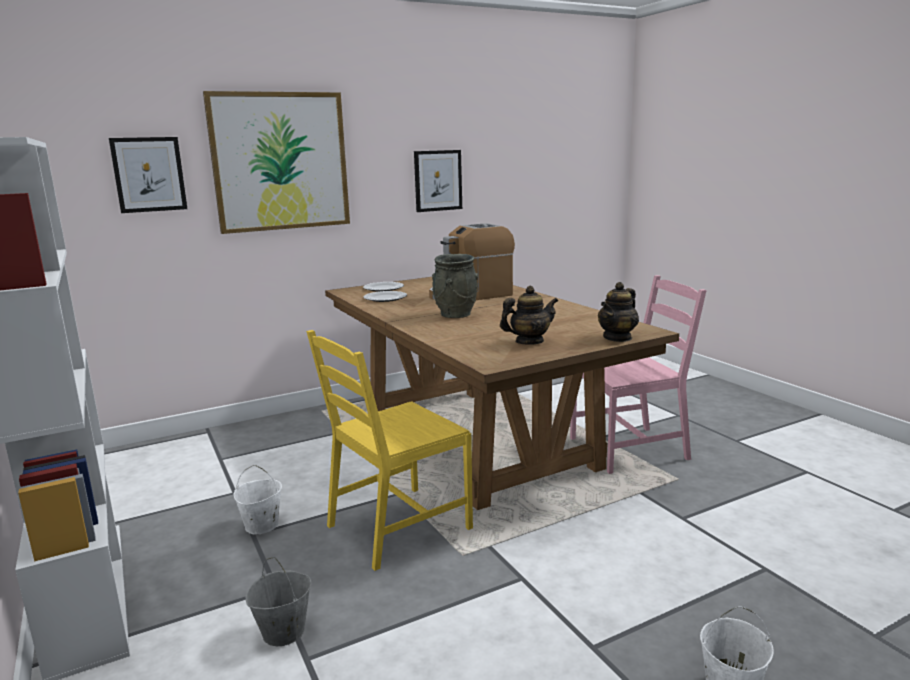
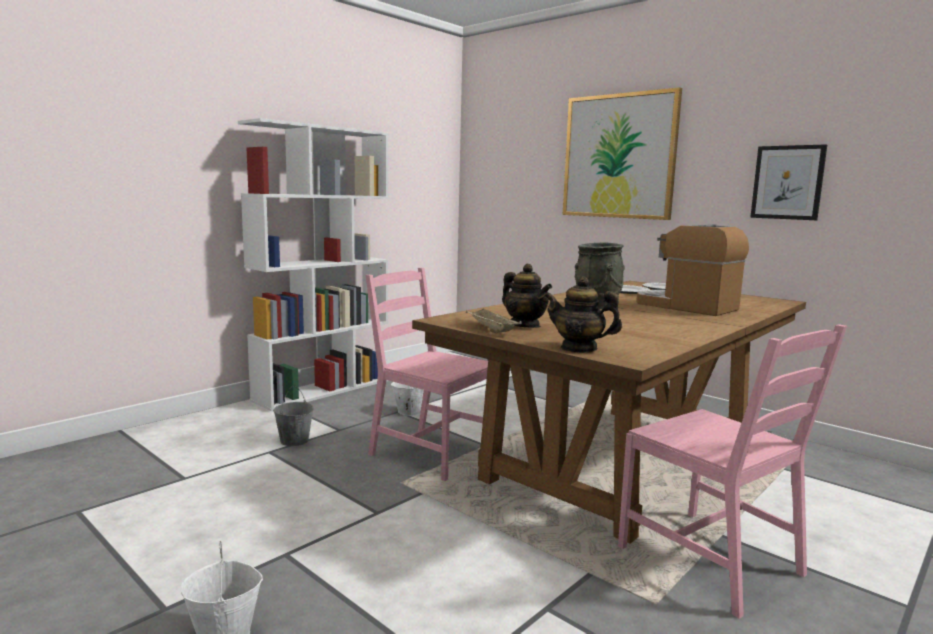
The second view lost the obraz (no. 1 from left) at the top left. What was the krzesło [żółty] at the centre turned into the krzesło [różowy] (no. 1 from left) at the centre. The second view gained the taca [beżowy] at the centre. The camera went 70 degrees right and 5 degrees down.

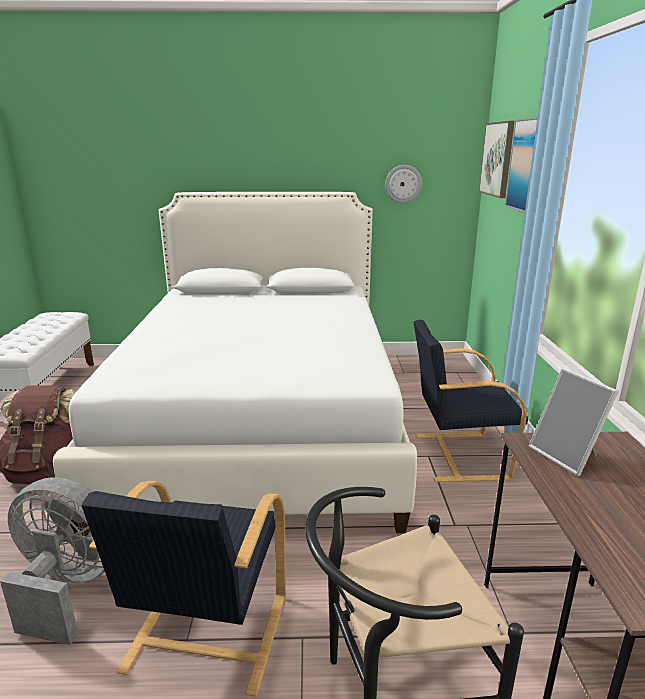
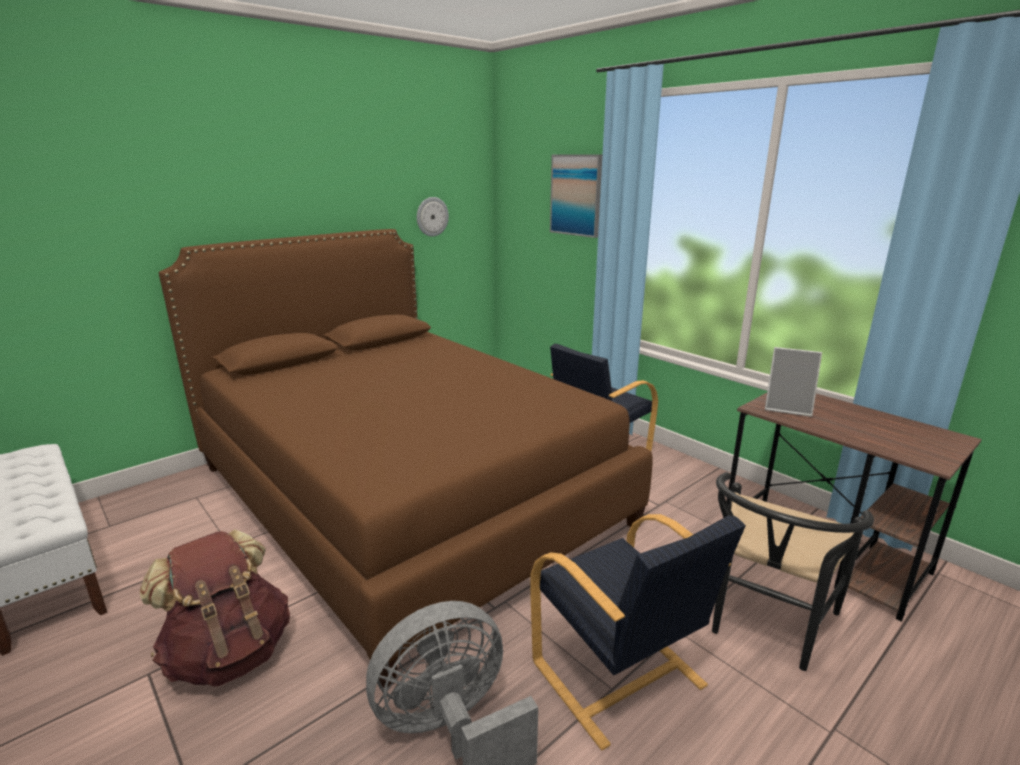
The second view lost the obraz (no. 1 from left) at the top right. What was the łóżko [biały] at the centre turned into the łóżko [brązowy] at the centre. The camera went 40 degrees left and 0 degrees up.

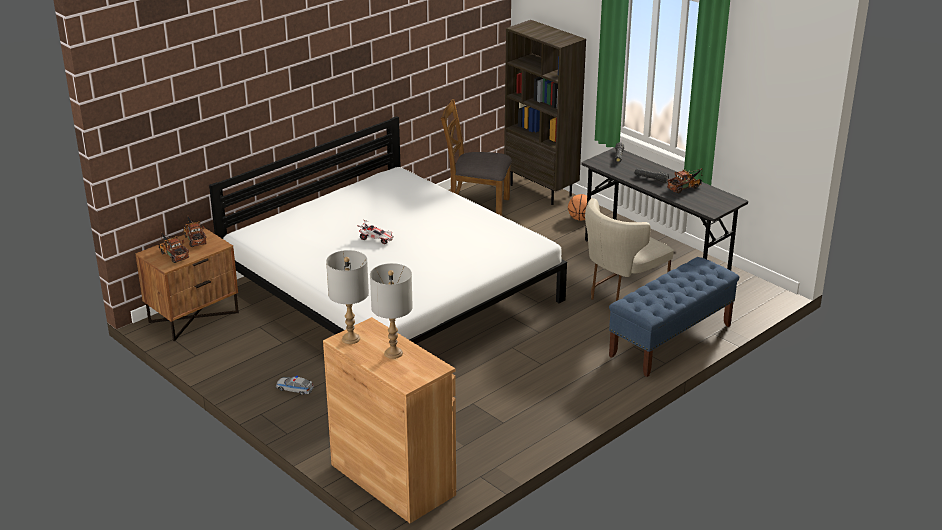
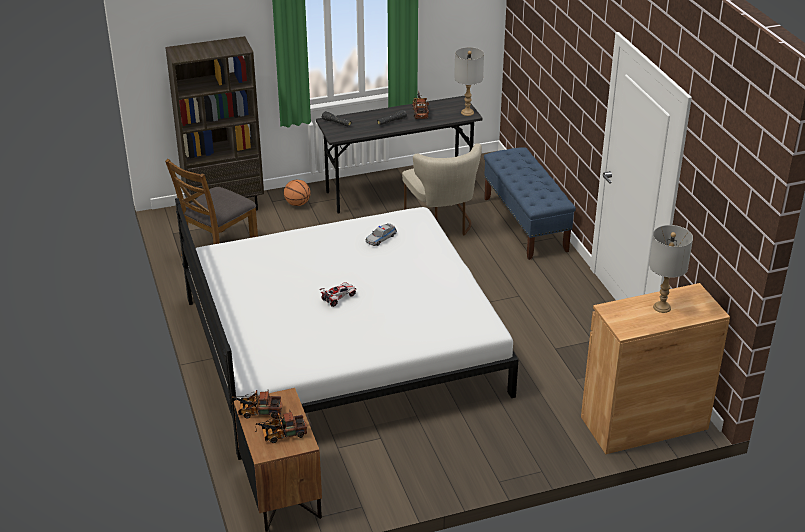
The lampa stołowa [szary] (no. 1 from left) ended up elsewhere, having gone from the centre to the top centre. The samochodzik (no. 1 from left in the first image) ended up elsewhere, having gone from the bottom left to the centre. The camera went 65 degrees left and 5 degrees up.

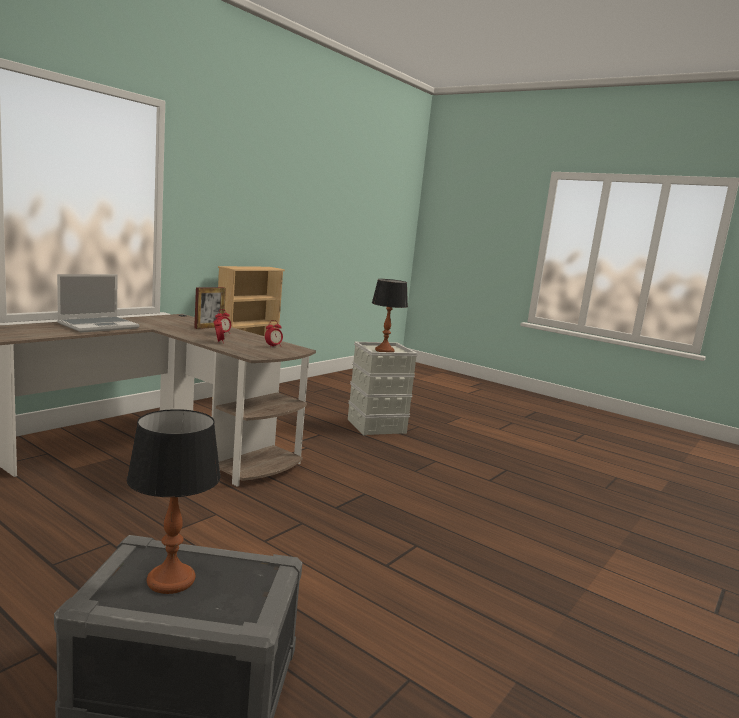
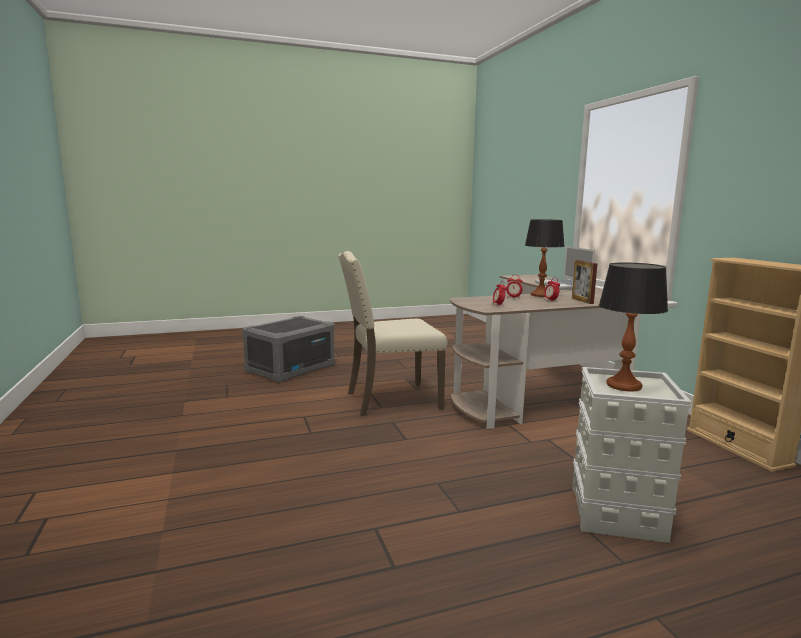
The lampa stołowa (no. 1 from left) ended up elsewhere, having gone from the bottom left to the middle right. The second view gained the krzesło [beżowy] at the centre. The camera went 125 degrees right and 0 degrees up.

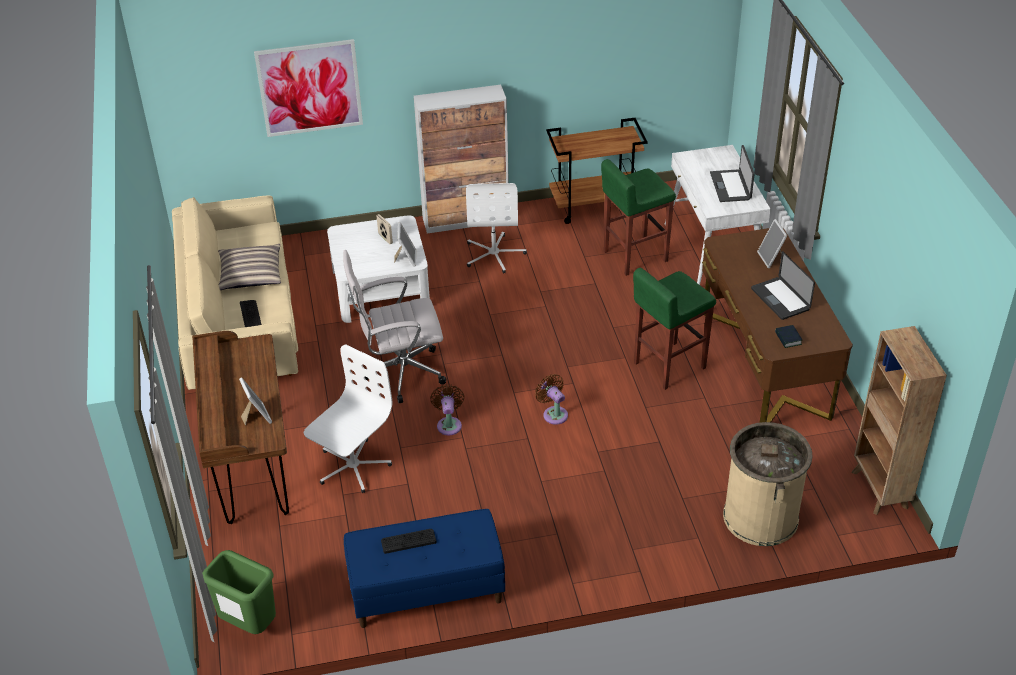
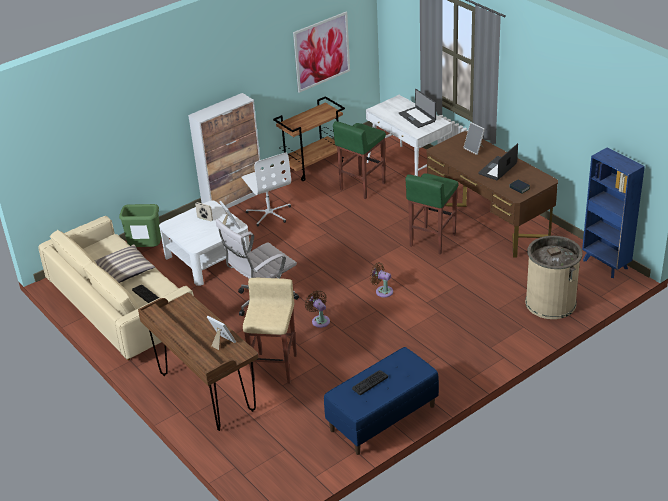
The obraz ended up elsewhere, having gone from the top left to the top centre. The laptop (no. 2 from left) at the middle right ended up facing another way, 90 degrees clockwise from before. What was the regał [brązowy] at the middle right turned into the regał [niebieski] at the middle right. Where the krzesło biurowe [biały] (no. 1 from left) stood at the centre, the stołek [beżowy] came to stand at the centre. The kosz na śmieci [zielony] ended up elsewhere, having gone from the bottom left to the middle left. The camera went 25 degrees left and 5 degrees down.

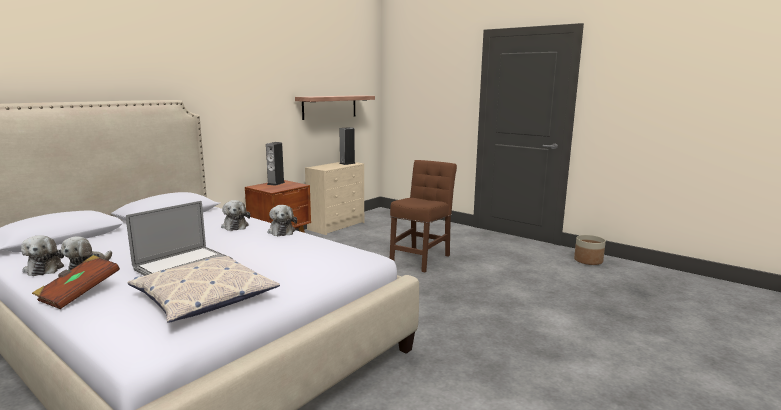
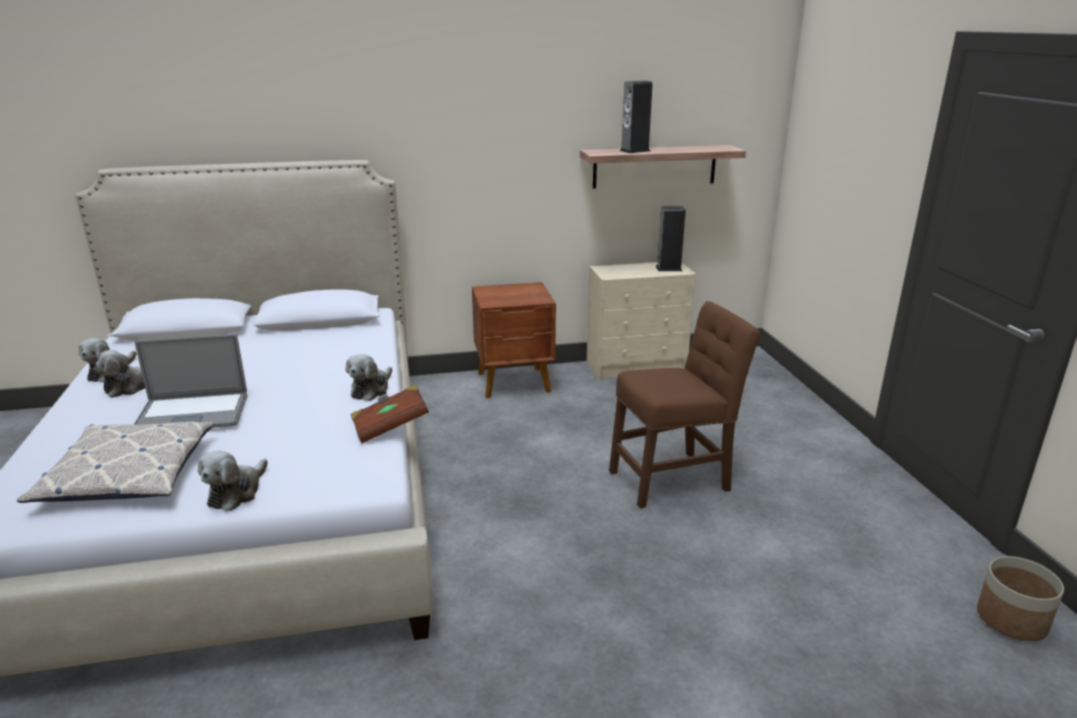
The głośnik (no. 1 from left) ended up elsewhere, having gone from the centre to the top centre. The pluszak (no. 3 from left) ended up elsewhere, having gone from the middle left to the bottom left. The książka [brązowy] ended up elsewhere, having gone from the bottom left to the centre. The camera went 40 degrees right and 10 degrees up.

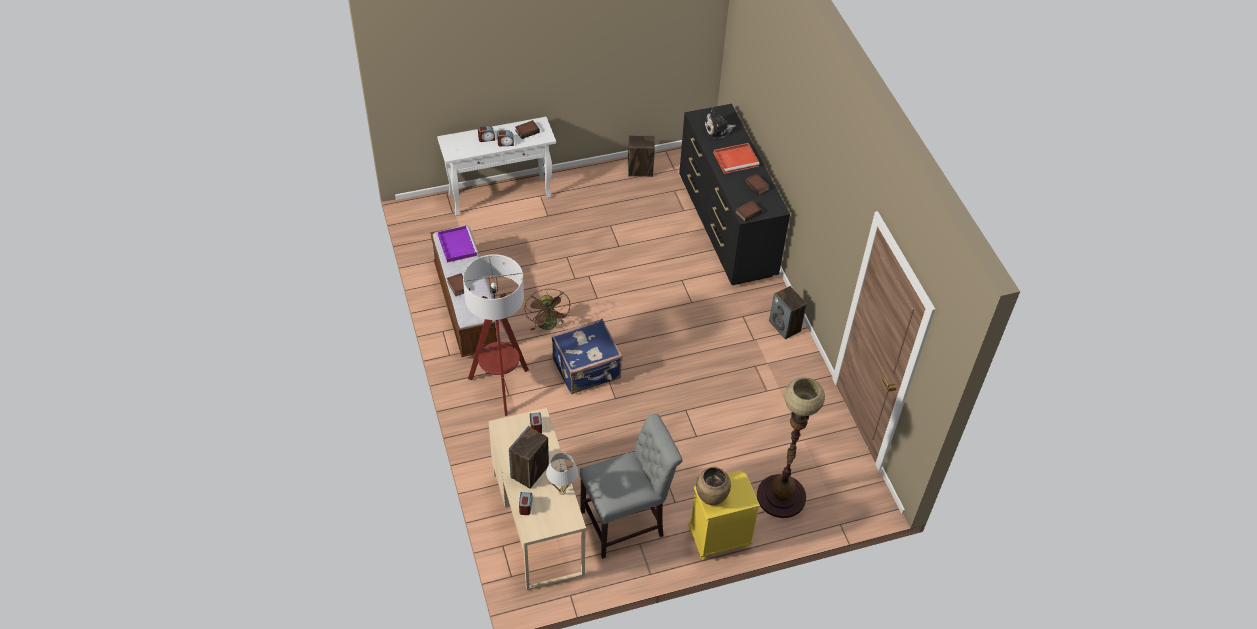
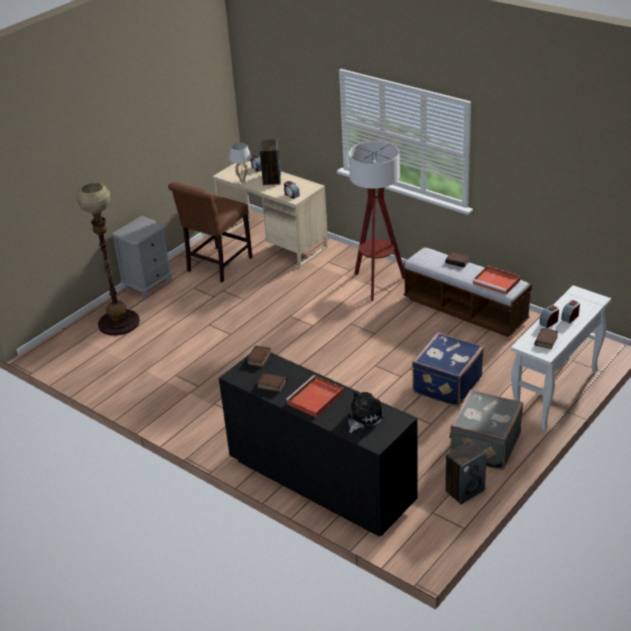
What was the taca [fioletowy] at the centre turned into the taca [czerwony] (no. 2 from left) at the middle right. The second view lost the głośnik (no. 3 from left) at the centre. The second view lost the wentylator [brązowy] at the centre. The walizka [niebieski] ended up elsewhere, having gone from the centre to the middle right. What was the krzesło [szary] at the bottom centre turned into the krzesło [brązowy] at the middle left. The second view lost the wazon [brązowy] at the bottom centre. What was the szafka nocna [żółty] at the bottom centre turned into the szafka nocna [szary] at the middle left. The second view gained the walizka [szary] at the bottom right. The camera went 150 degrees right and 15 degrees down.

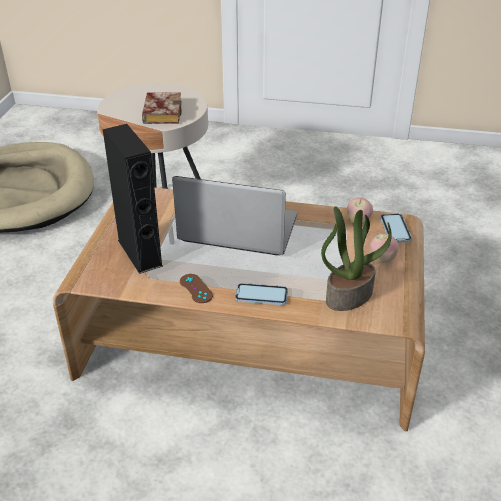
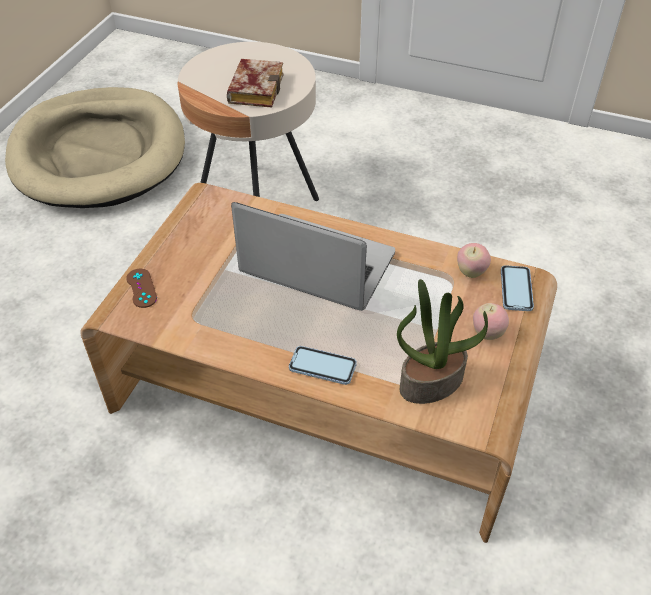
The second view lost the głośnik [czarny] at the middle left. The pad do gier [brązowy] ended up elsewhere, having gone from the centre to the middle left. The camera went 10 degrees right and 10 degrees up.

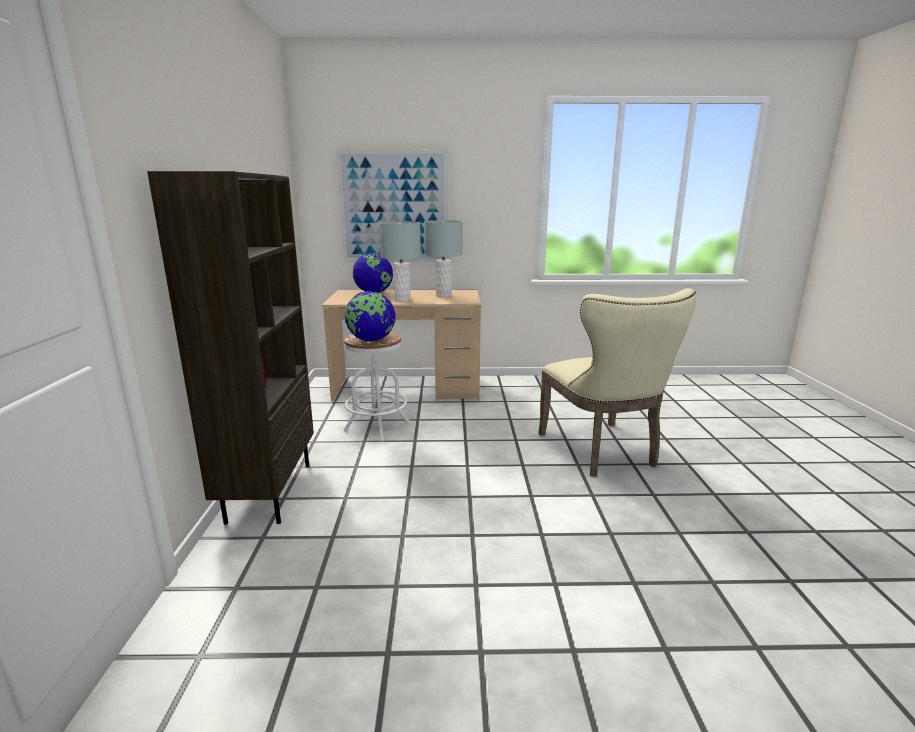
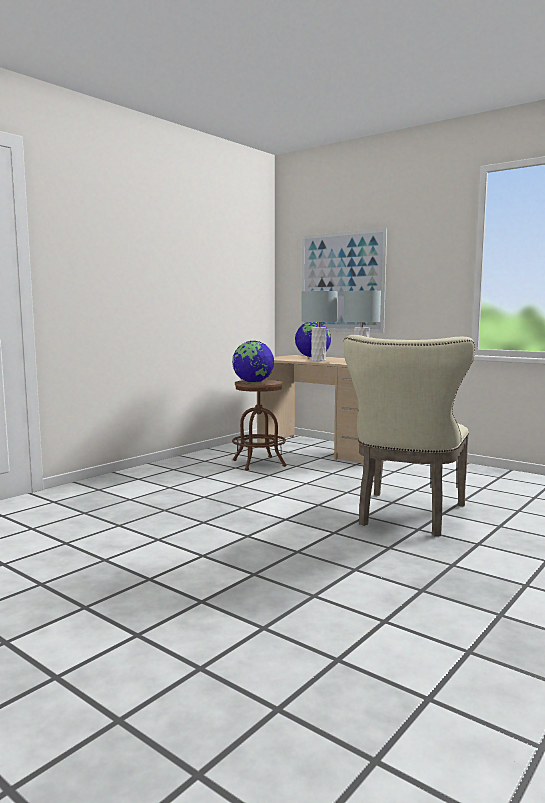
The second view lost the regał [brązowy] at the middle left. What was the stołek [biały] at the centre turned into the stołek [brązowy] at the centre. The camera went 40 degrees right and 10 degrees down.

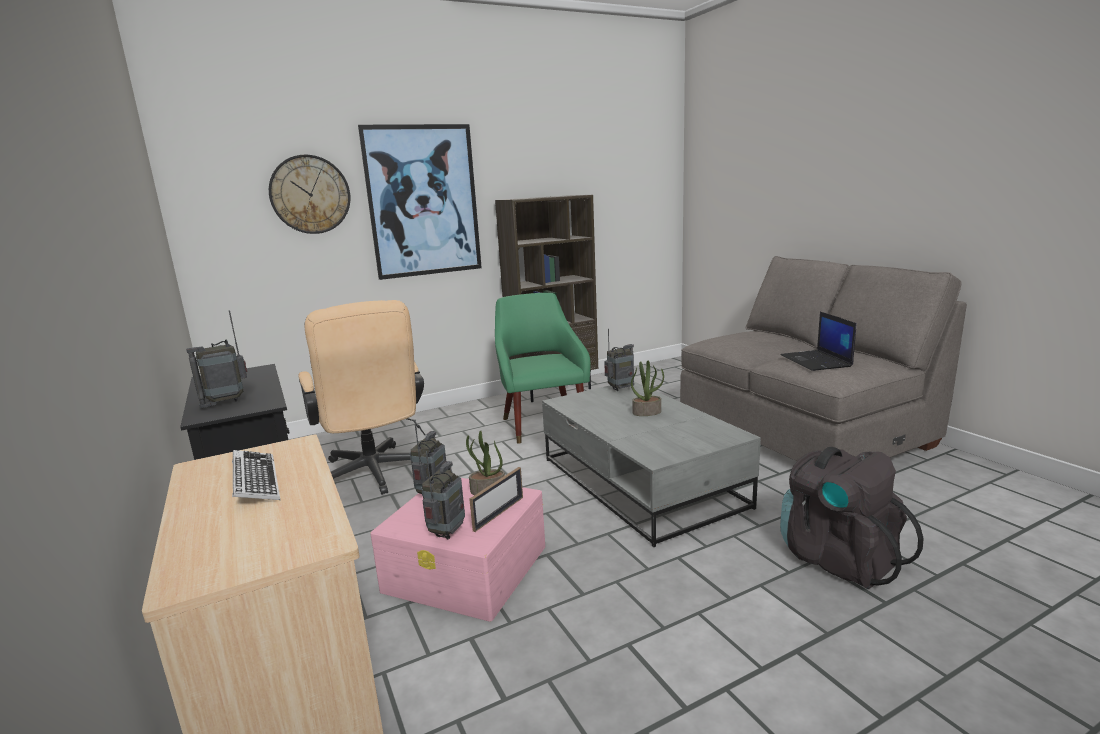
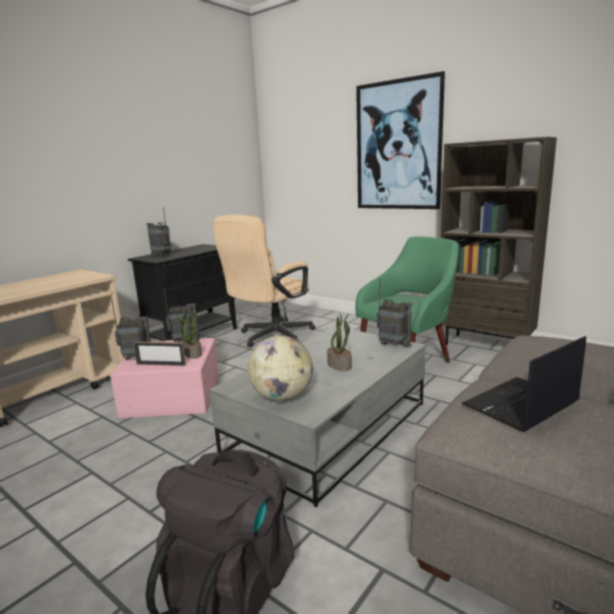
The second view lost the zegar ścienny at the top left. The second view lost the klawiatura at the middle left. The second view gained the globus at the centre. The camera went 65 degrees right and 0 degrees up.

